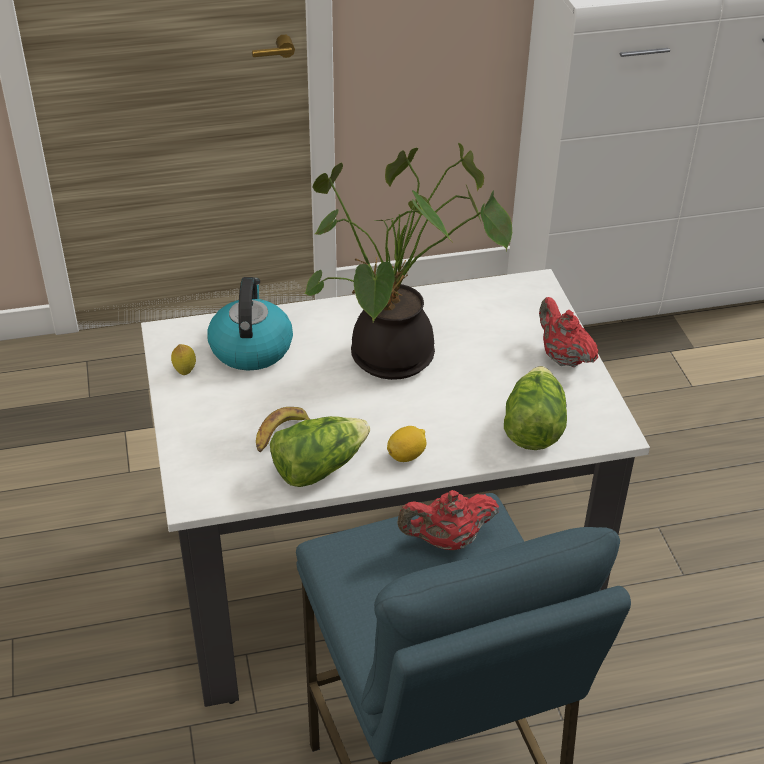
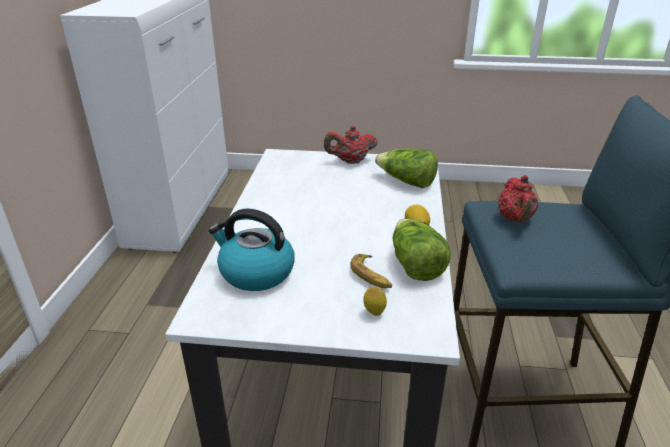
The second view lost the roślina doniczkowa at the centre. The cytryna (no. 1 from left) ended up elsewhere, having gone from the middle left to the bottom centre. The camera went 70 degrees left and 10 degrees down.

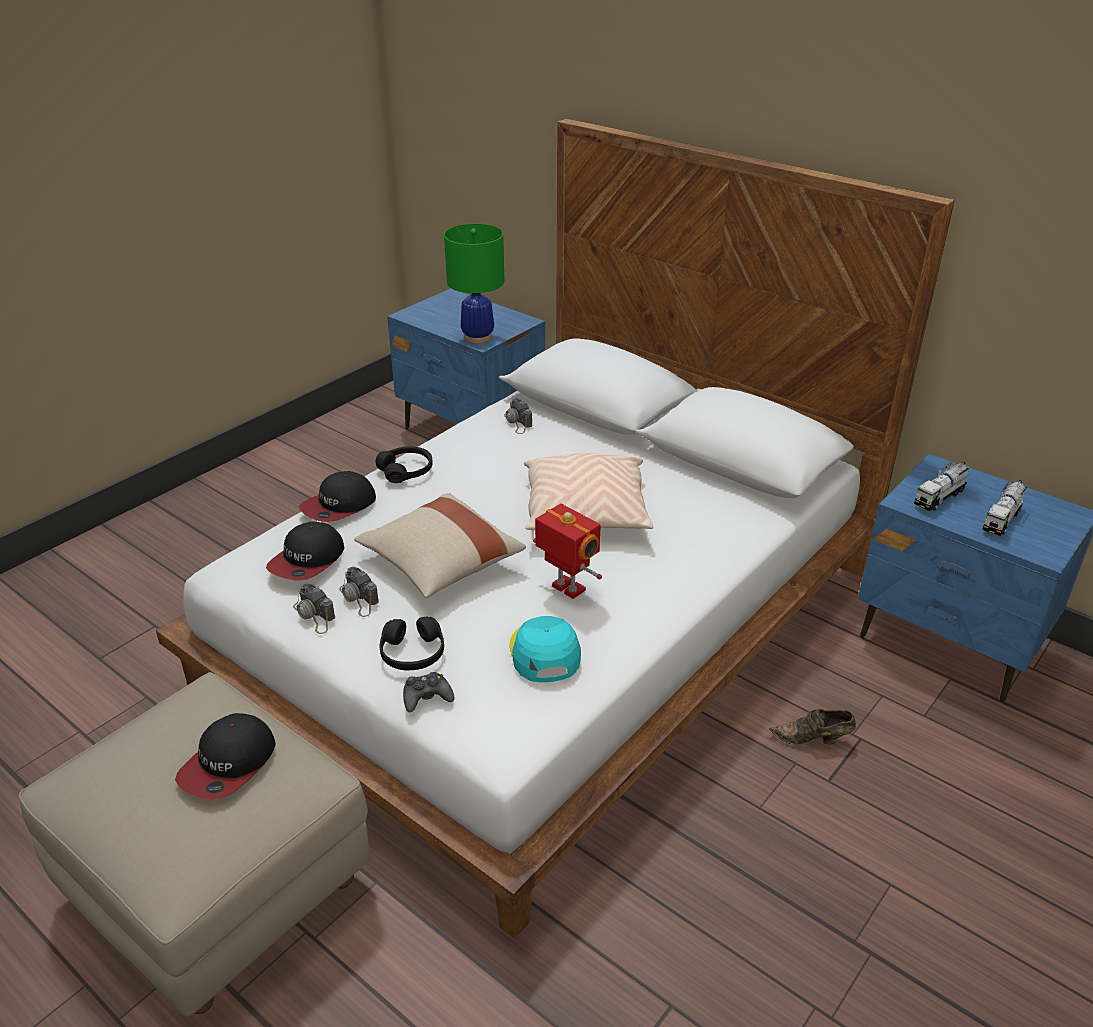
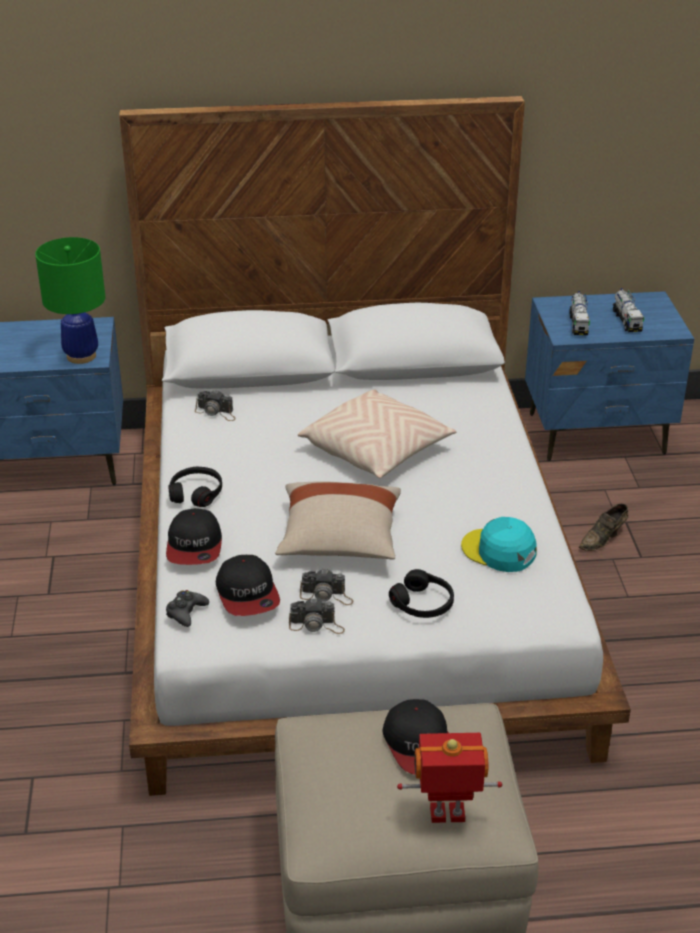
The robot zabawkowy ended up elsewhere, having gone from the centre to the bottom centre. The pad do gier [czarny] ended up elsewhere, having gone from the bottom centre to the middle left. The camera went 45 degrees left and 0 degrees up.

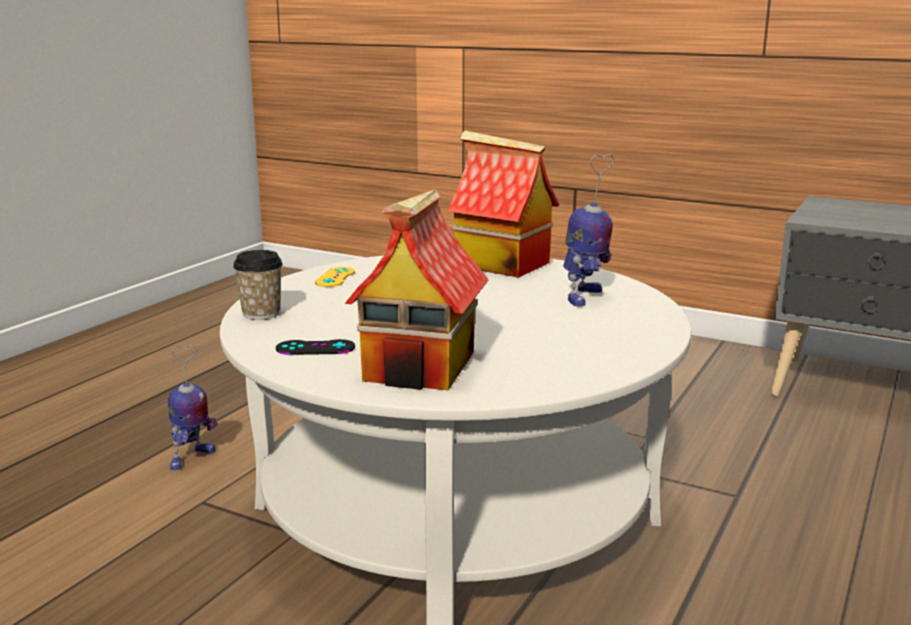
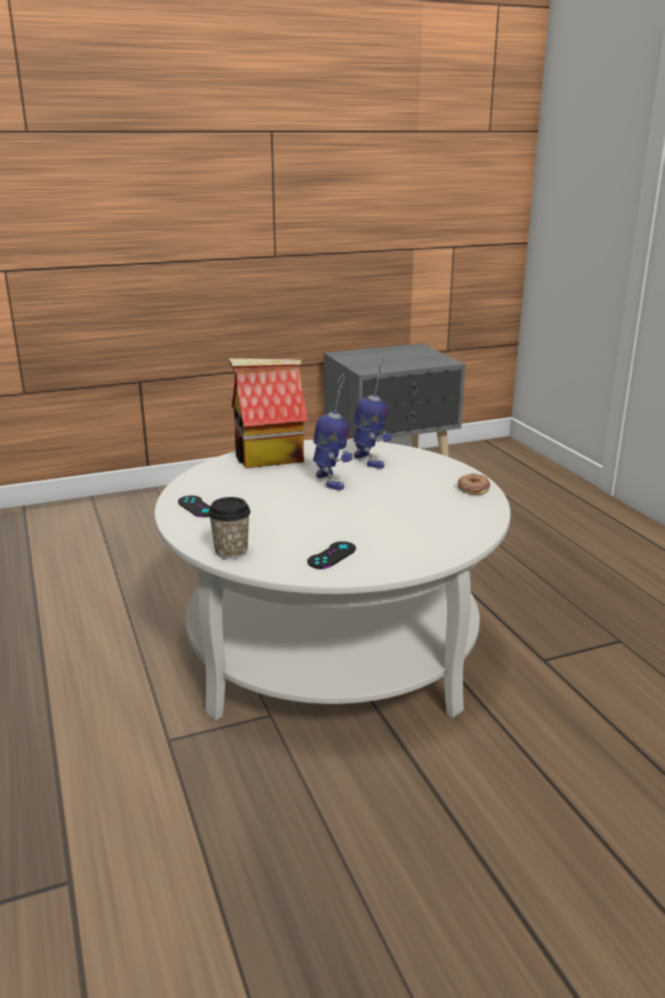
The second view lost the domek (no. 1 from left) at the centre. What was the pad do gier [żółty] at the centre turned into the pad do gier [czarny] (no. 1 from left) at the middle left. The robot zabawkowy (no. 1 from left) ended up elsewhere, having gone from the middle left to the centre. The second view gained the donut at the middle right. The camera went 50 degrees left and 5 degrees up.

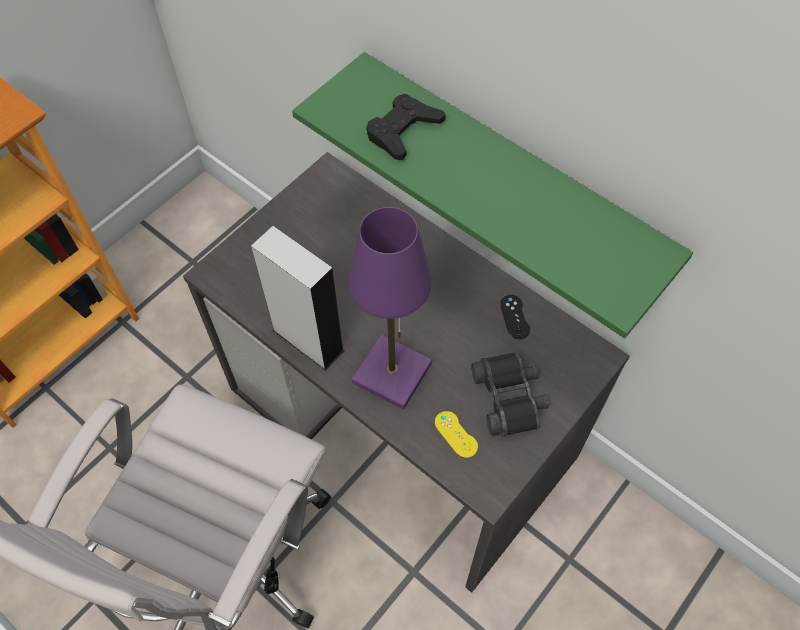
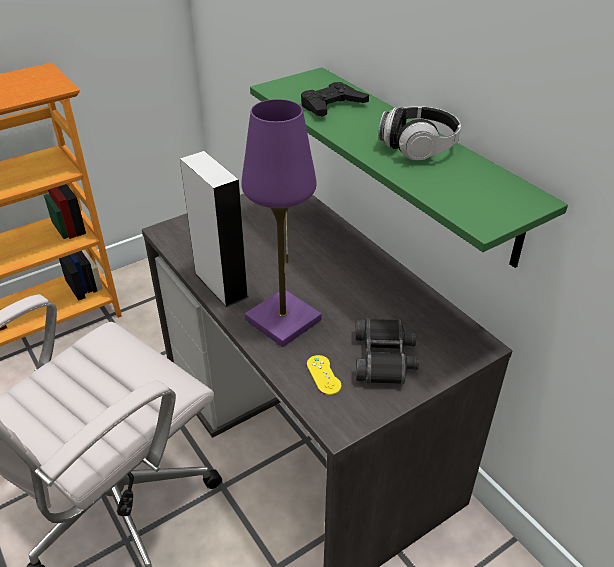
The second view lost the pad do gier [czarny] (no. 2 from left) at the centre. The second view gained the słuchawki at the top right. The camera went 15 degrees right and 20 degrees down.

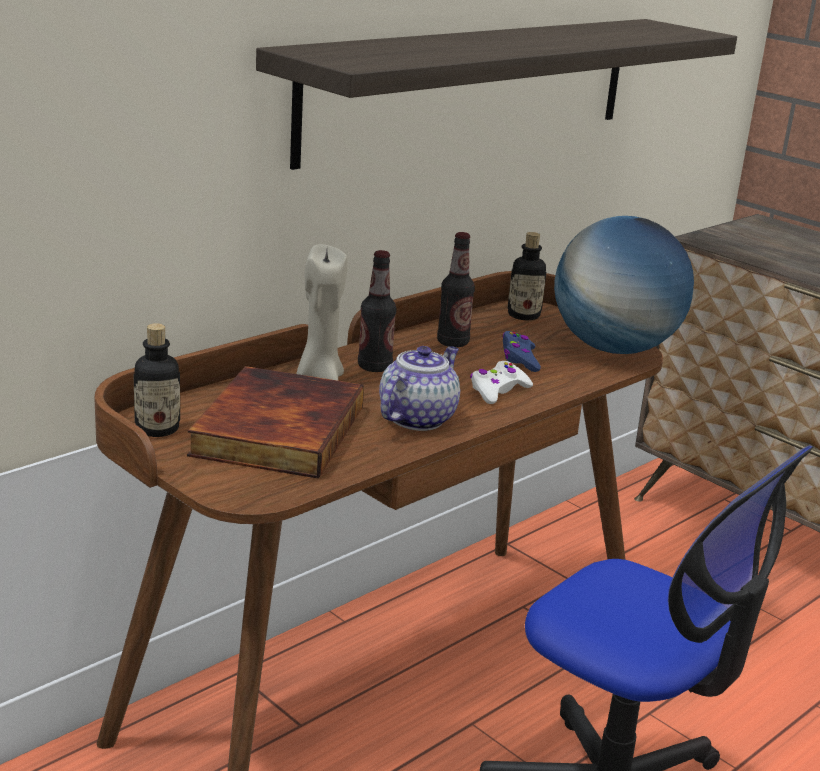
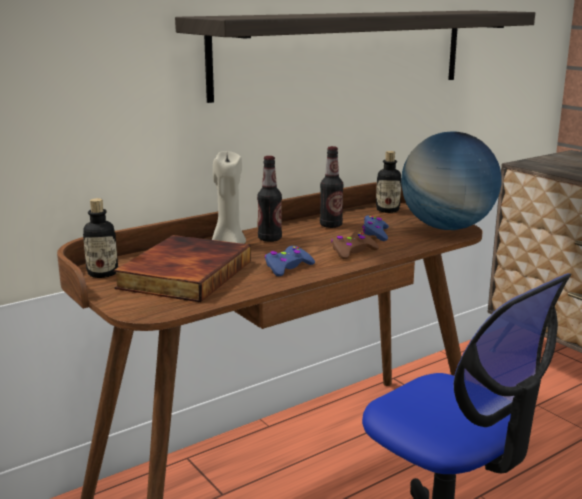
Where the imbryk stood at the centre, the pad do gier [niebieski] (no. 1 from left) came to stand at the centre. What was the pad do gier [biały] at the centre turned into the pad do gier [brązowy] at the centre. The camera went 10 degrees right and 5 degrees down.

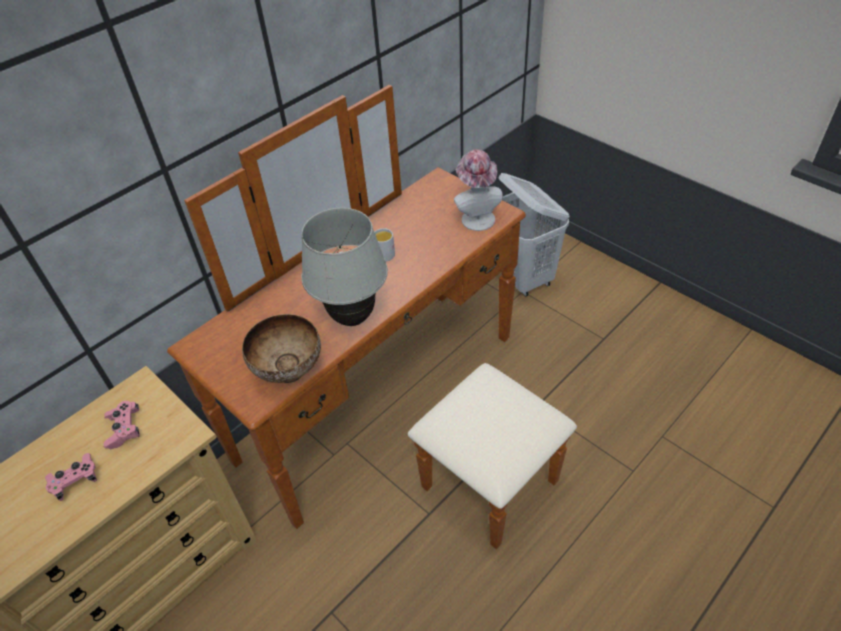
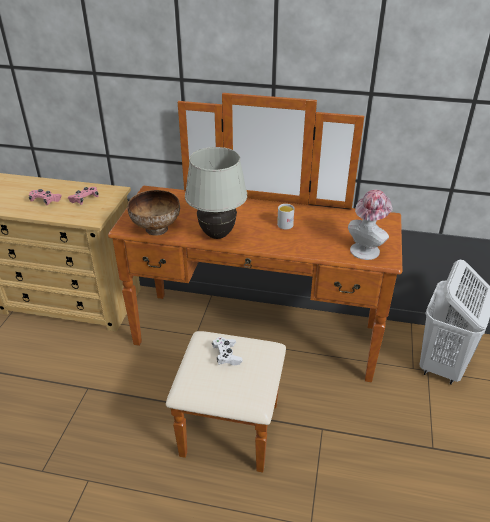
The second view gained the pad do gier [biały] at the bottom centre. The camera went 55 degrees right and 10 degrees down.

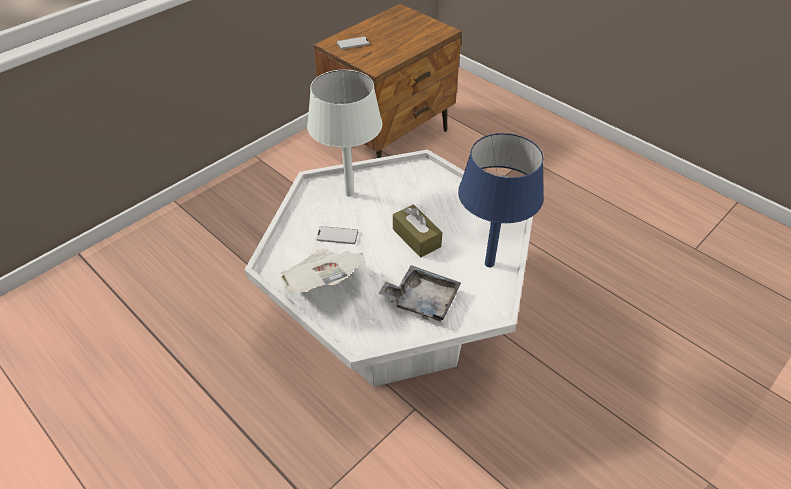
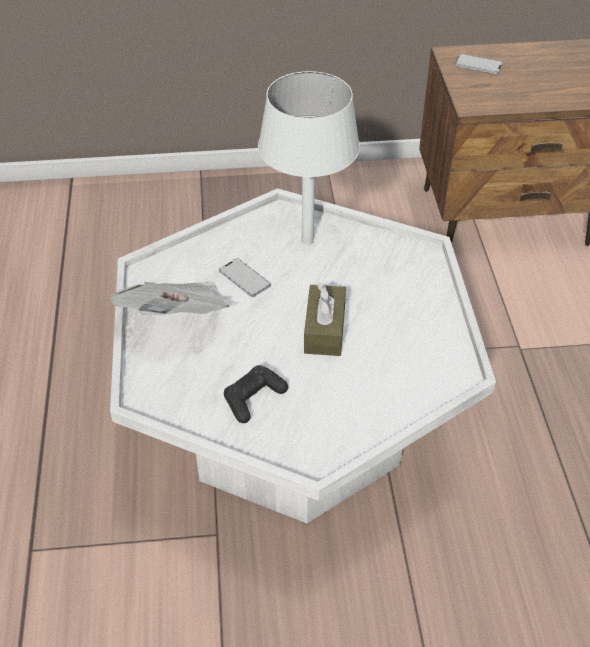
The second view lost the lampa stołowa [niebieski] at the centre. Where the taca [szary] stood at the centre, the pad do gier [czarny] came to stand at the centre. The camera went 40 degrees right and 0 degrees up.

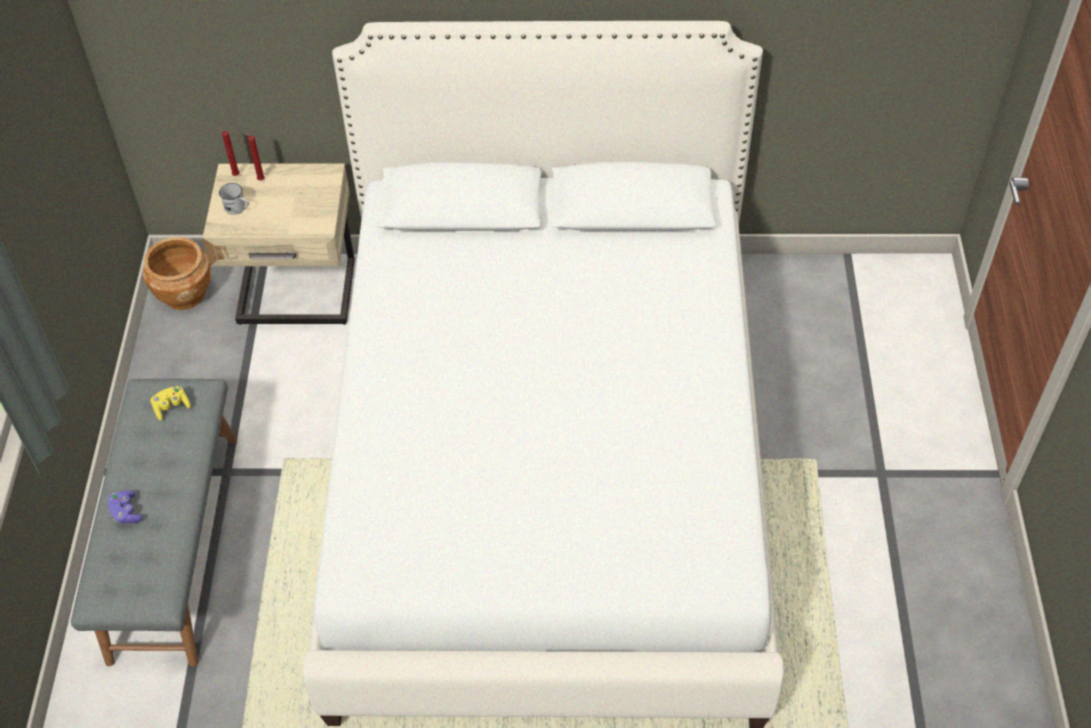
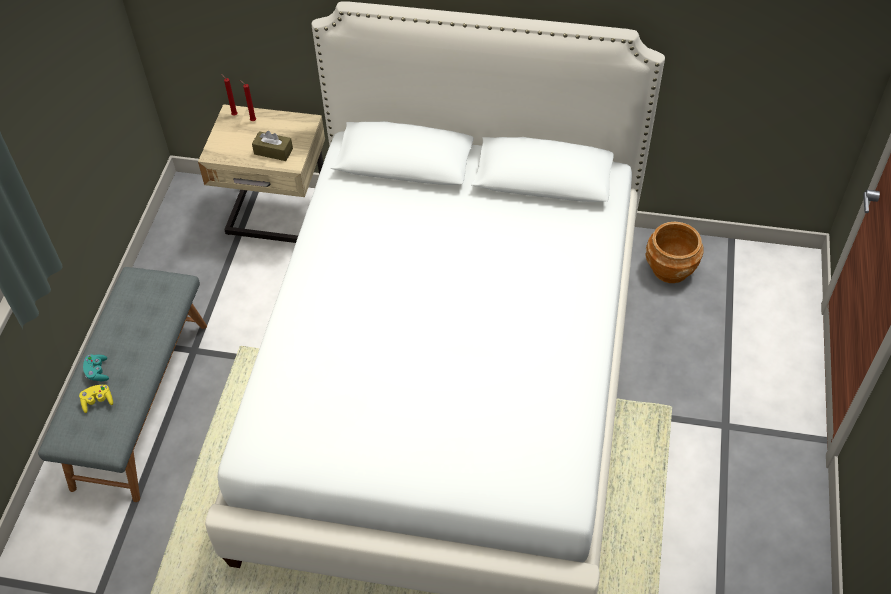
The second view lost the kubek [biały] at the top left. The donica [brązowy] ended up elsewhere, having gone from the middle left to the middle right. The pad do gier [żółty] ended up elsewhere, having gone from the middle left to the bottom left. What was the pad do gier [fioletowy] at the bottom left turned into the pad do gier [turkusowy] at the middle left. The second view gained the pudełko chusteczek [brązowy] at the top left. The camera went 10 degrees right and 0 degrees up.

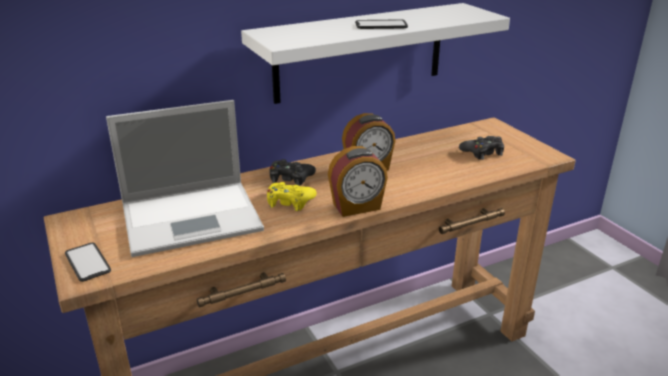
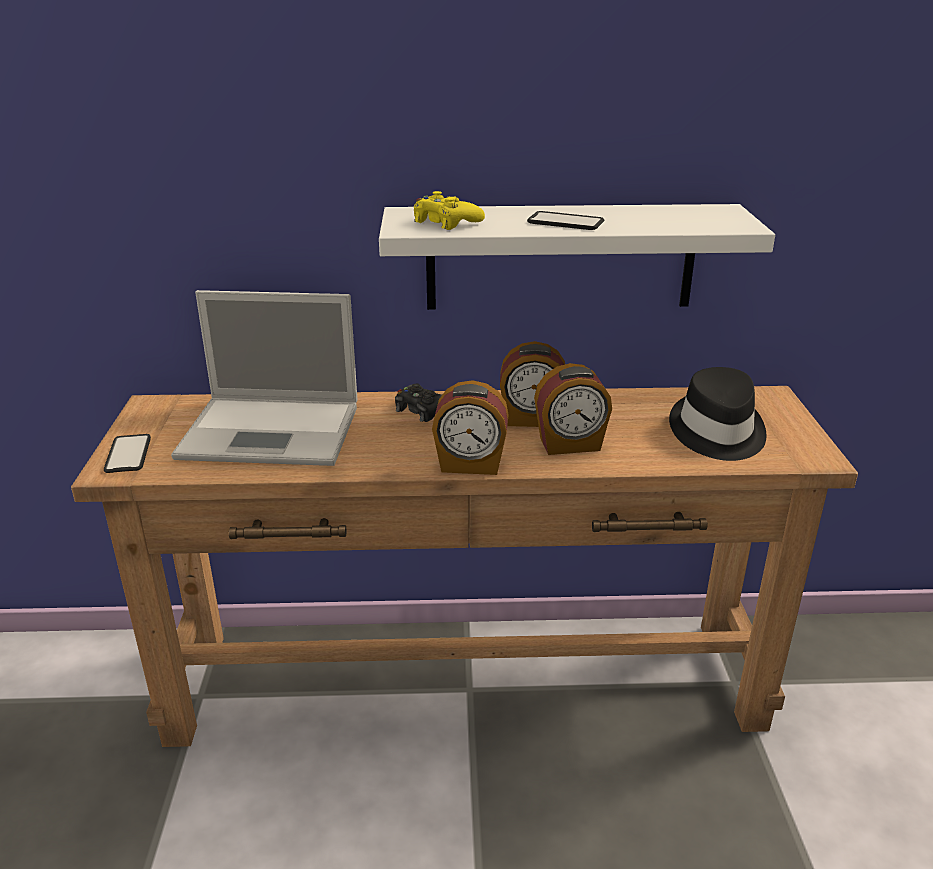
Where the pad do gier [czarny] (no. 2 from left) stood at the middle right, the kapelusz [czarny] came to stand at the middle right. The pad do gier [żółty] ended up elsewhere, having gone from the centre to the top centre. The second view gained the budzik (no. 3 from left) at the centre. The camera went 25 degrees right and 0 degrees up.

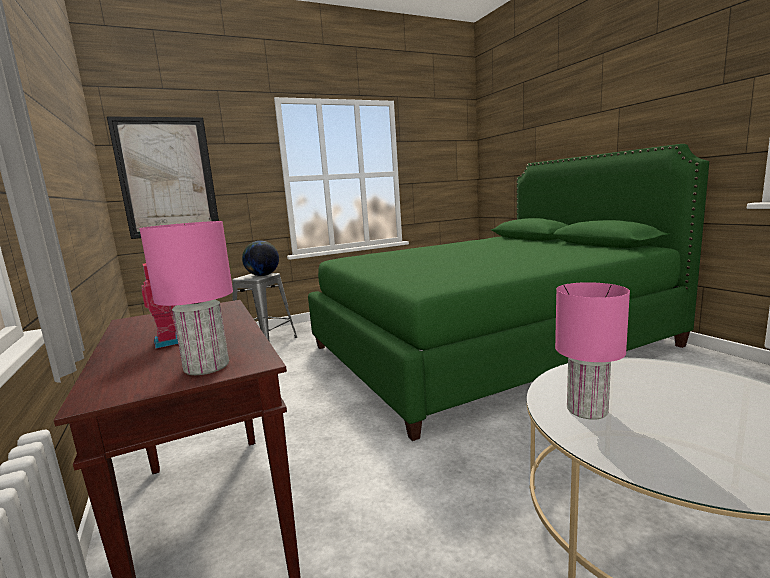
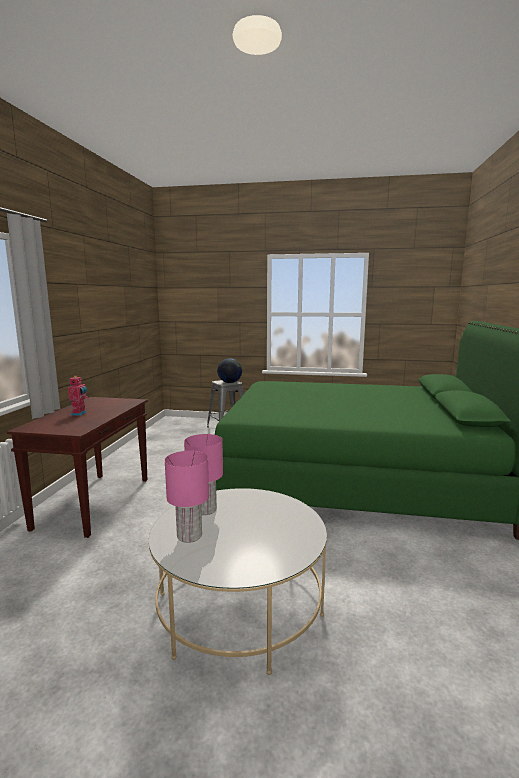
The second view lost the obraz at the top left. The lampa stołowa [różowy] (no. 1 from left) ended up elsewhere, having gone from the middle left to the centre. The camera went 35 degrees right and 0 degrees up.

